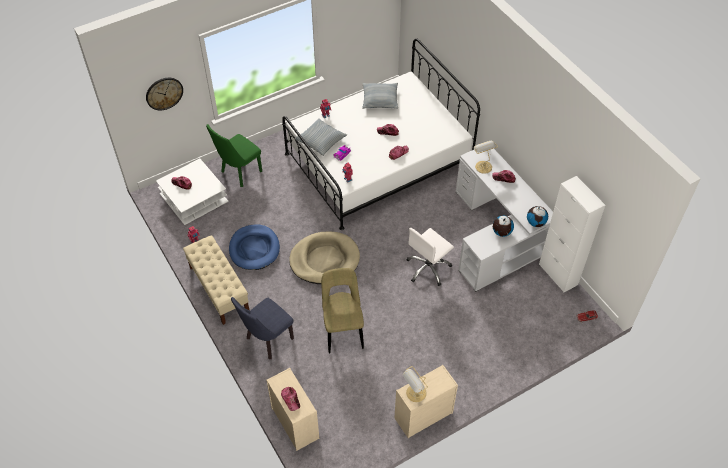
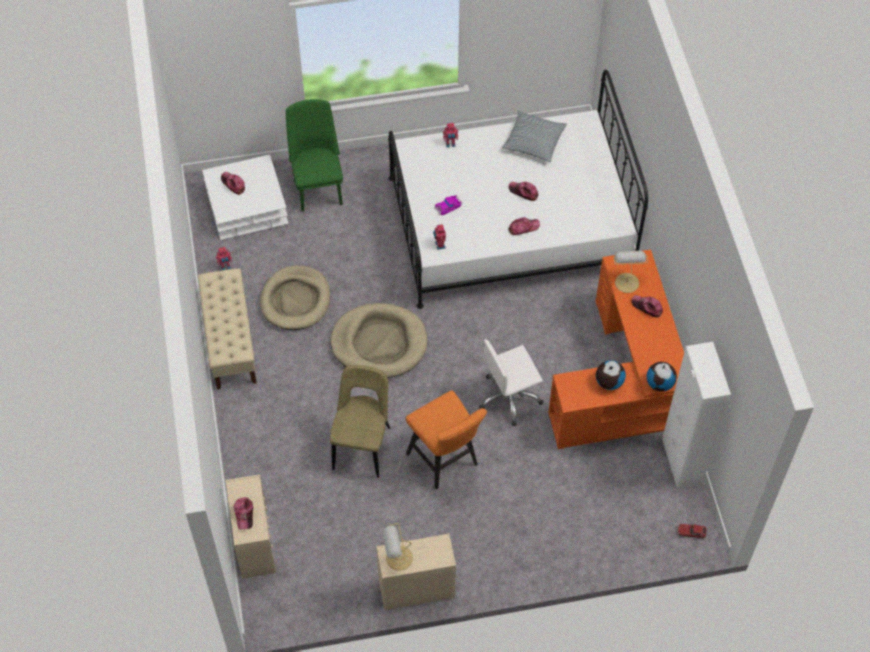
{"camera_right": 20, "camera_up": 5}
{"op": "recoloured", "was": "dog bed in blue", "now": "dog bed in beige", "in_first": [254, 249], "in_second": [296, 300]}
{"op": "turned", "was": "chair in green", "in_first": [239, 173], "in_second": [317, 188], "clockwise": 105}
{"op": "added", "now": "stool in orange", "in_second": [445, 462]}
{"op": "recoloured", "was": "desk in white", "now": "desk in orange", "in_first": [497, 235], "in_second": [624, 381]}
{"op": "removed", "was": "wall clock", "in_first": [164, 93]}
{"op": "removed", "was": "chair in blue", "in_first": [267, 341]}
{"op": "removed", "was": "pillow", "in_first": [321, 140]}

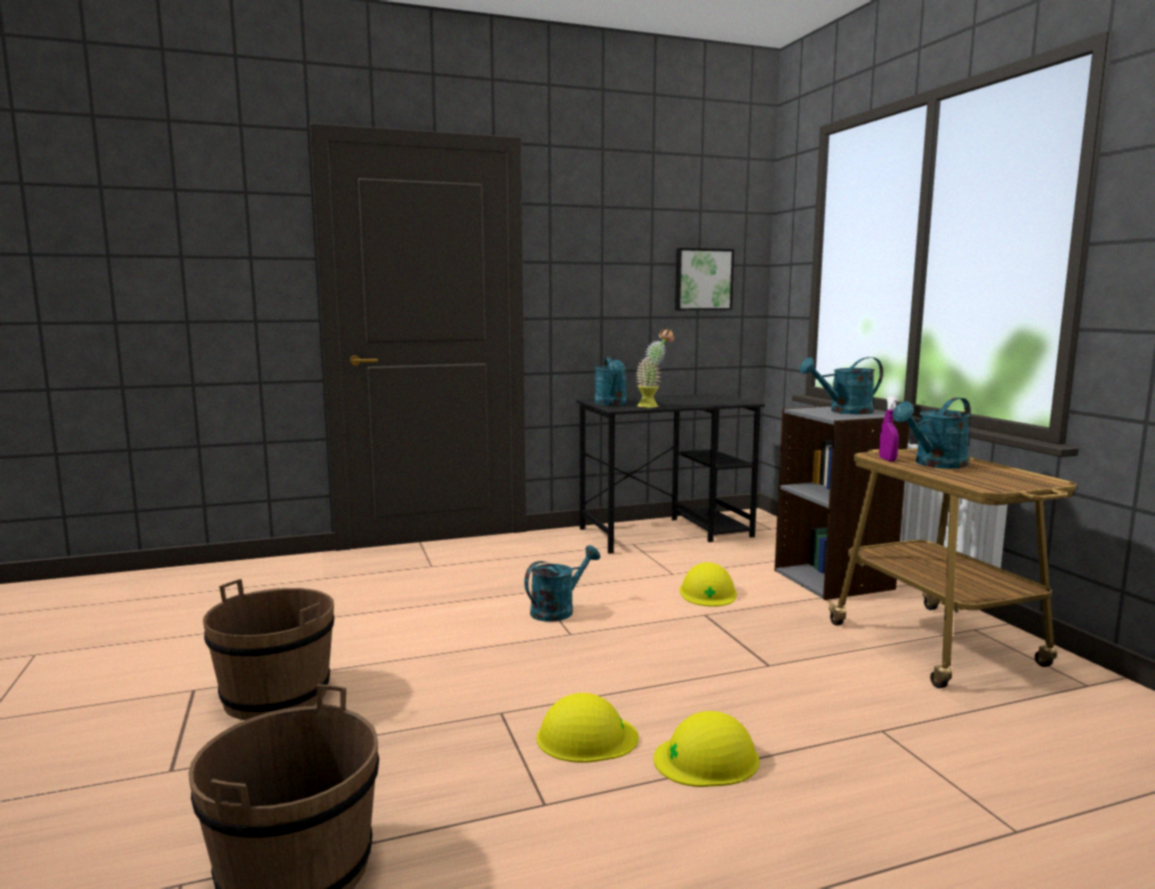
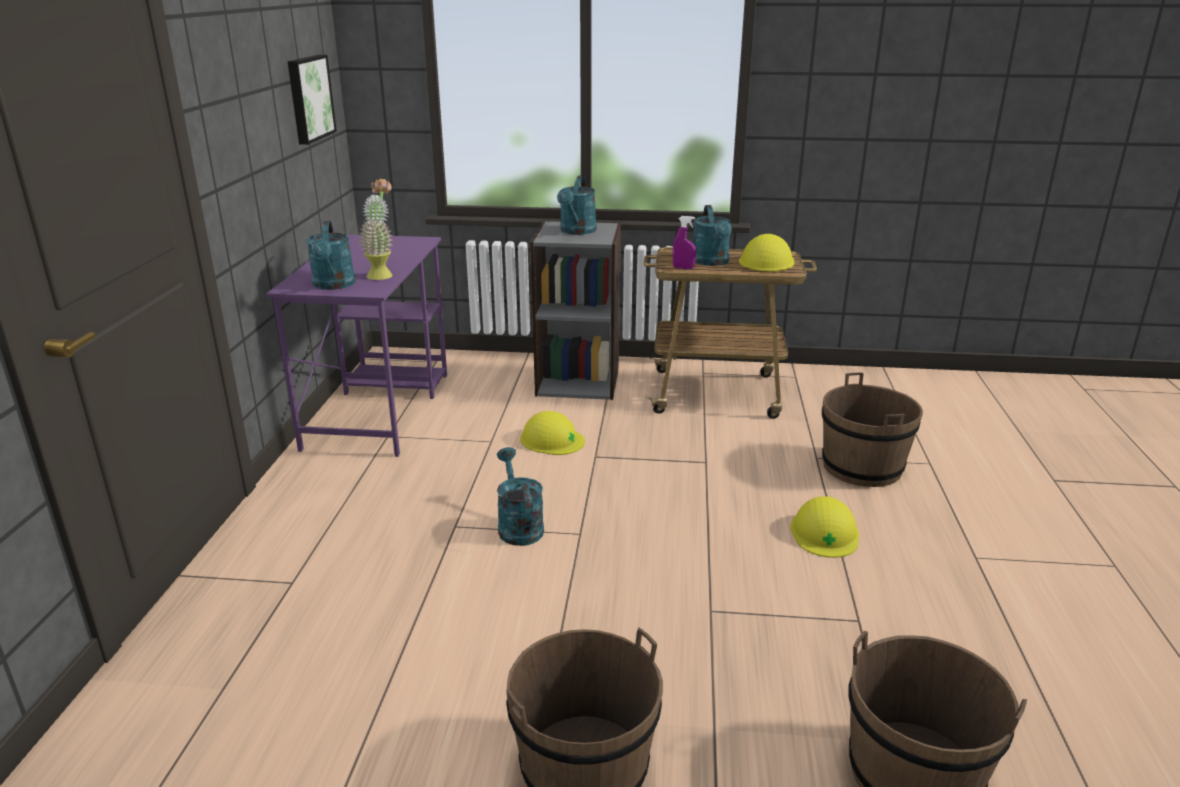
{"camera_right": -65, "camera_up": 15}
{"op": "recoloured", "was": "desk in black", "now": "desk in purple", "in_first": [667, 532], "in_second": [379, 409]}
{"op": "turned", "was": "watering can in turquoise", "in_first": [611, 403], "in_second": [333, 285], "clockwise": 60}
{"op": "moved", "was": "hard hat in yellow", "in_first": [586, 737], "in_second": [766, 261]}
{"op": "added", "now": "bucket in brown", "in_second": [862, 467]}

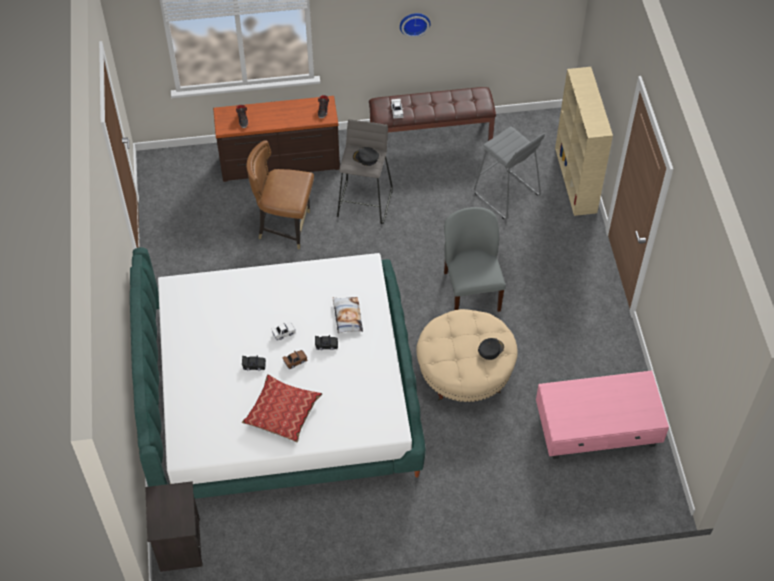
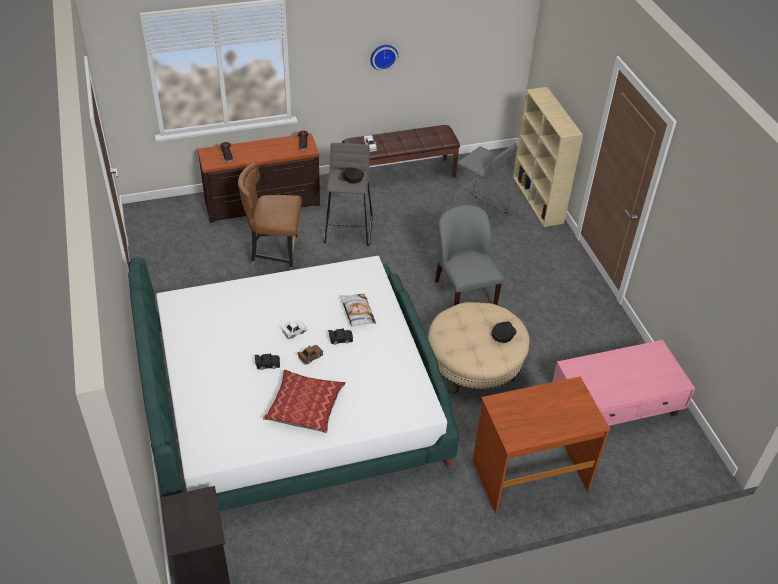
{"camera_right": -10, "camera_up": -10}
{"op": "added", "now": "desk in brown", "in_second": [530, 474]}

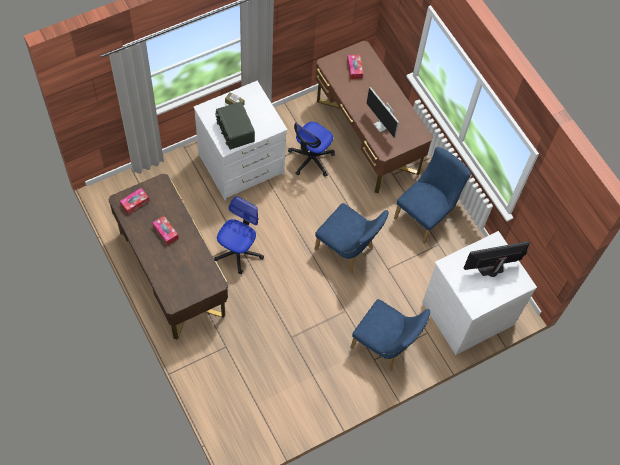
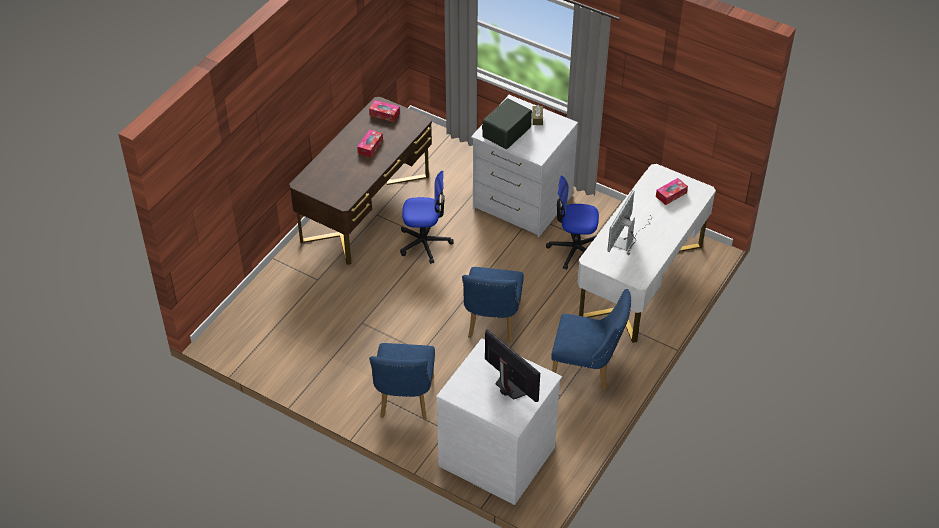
{"camera_right": 65, "camera_up": -15}
{"op": "recoloured", "was": "desk in brown", "now": "desk in white", "in_first": [367, 136], "in_second": [641, 280]}

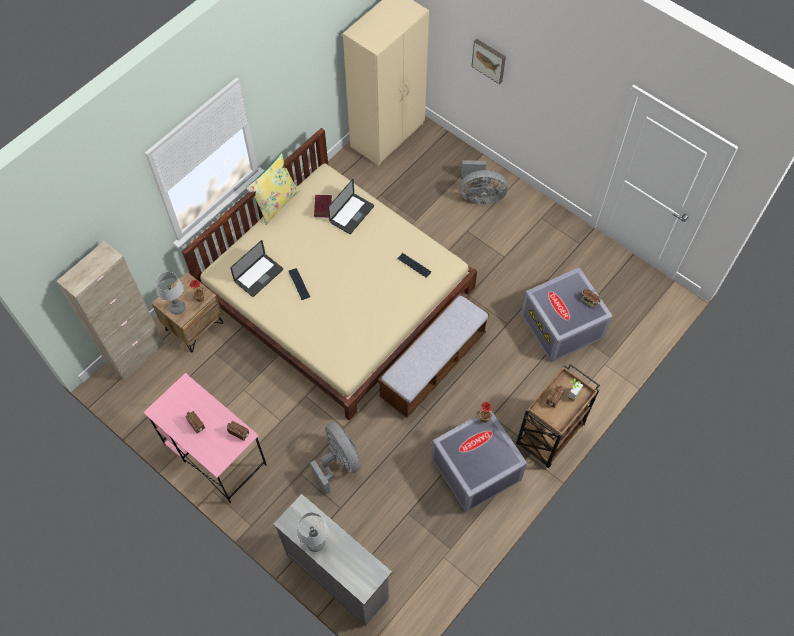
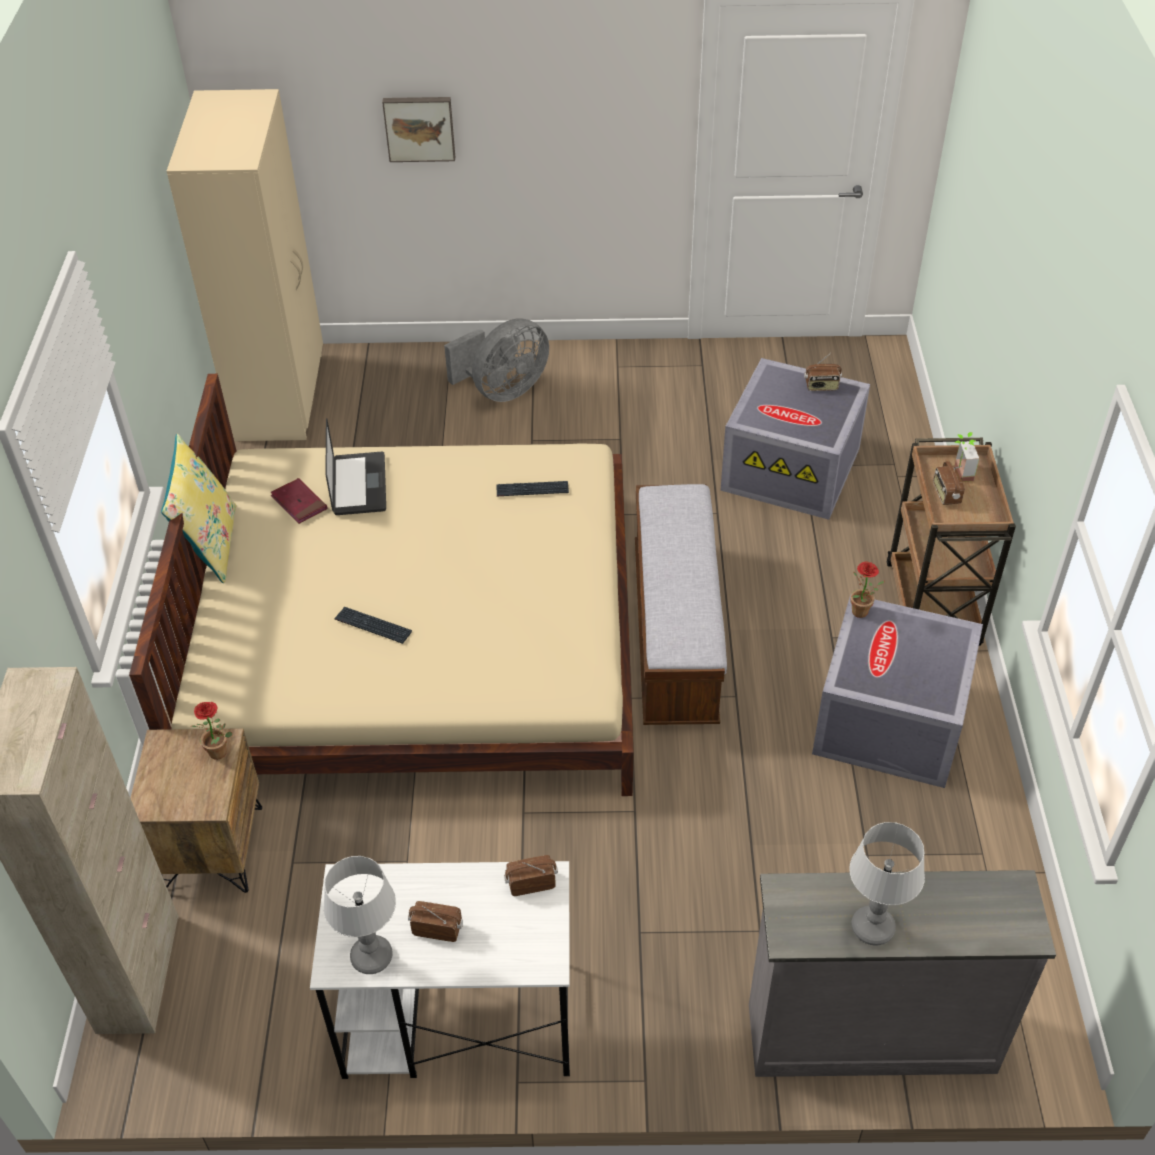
{"camera_right": -40, "camera_up": -15}
{"op": "recoloured", "was": "desk in pink", "now": "desk in white", "in_first": [214, 453], "in_second": [456, 1020]}
{"op": "moved", "was": "table lamp", "in_first": [178, 307], "in_second": [371, 956]}
{"op": "removed", "was": "laptop", "in_first": [259, 276]}
{"op": "removed", "was": "fan in grey", "in_first": [339, 462]}

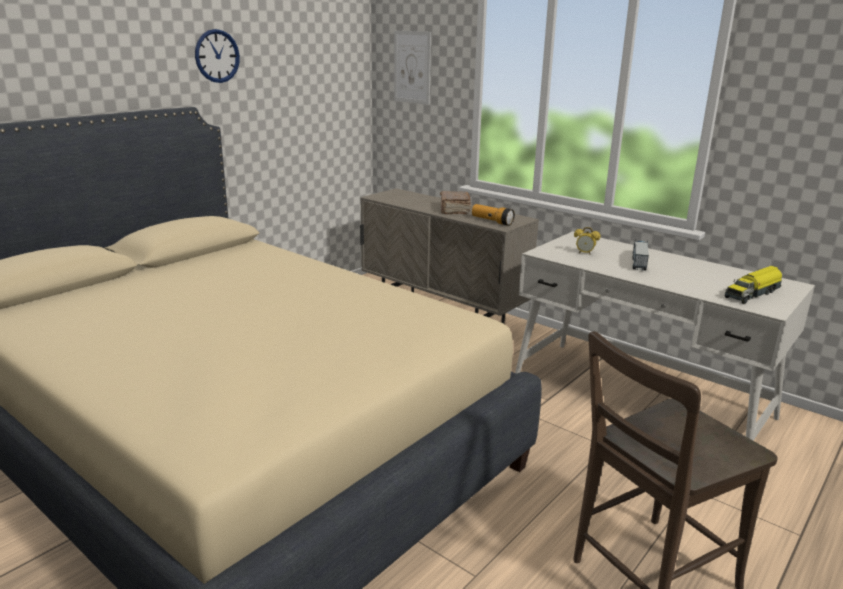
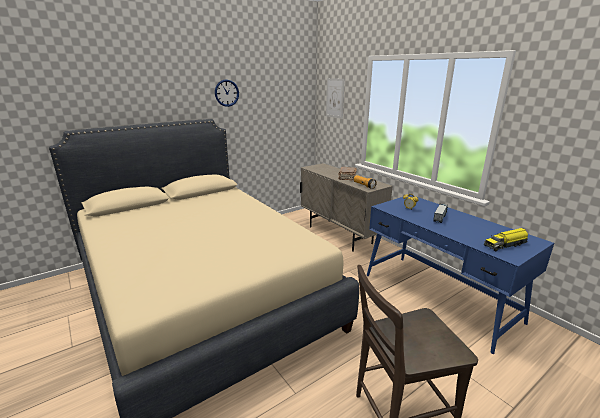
{"camera_right": 15, "camera_up": 0}
{"op": "recoloured", "was": "desk in white", "now": "desk in blue", "in_first": [640, 397], "in_second": [438, 297]}

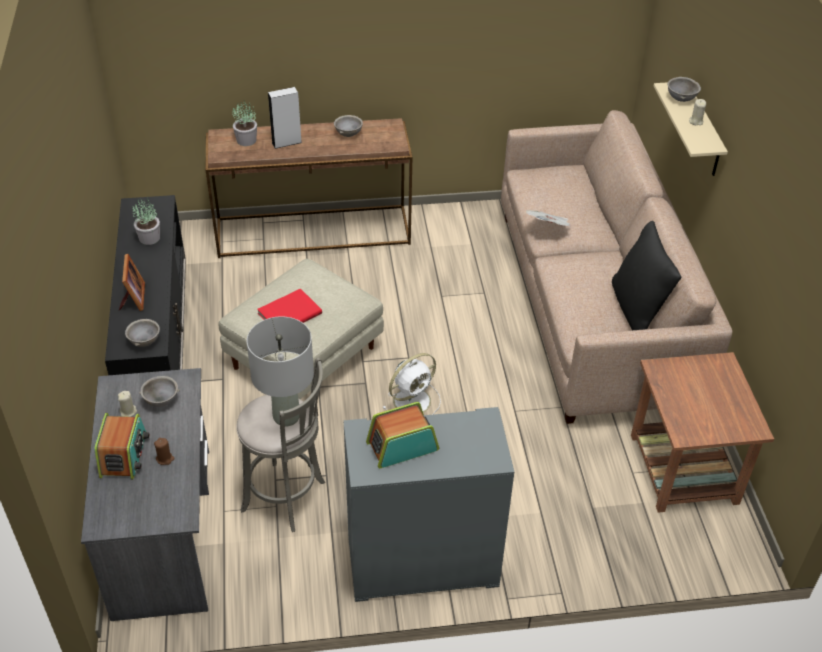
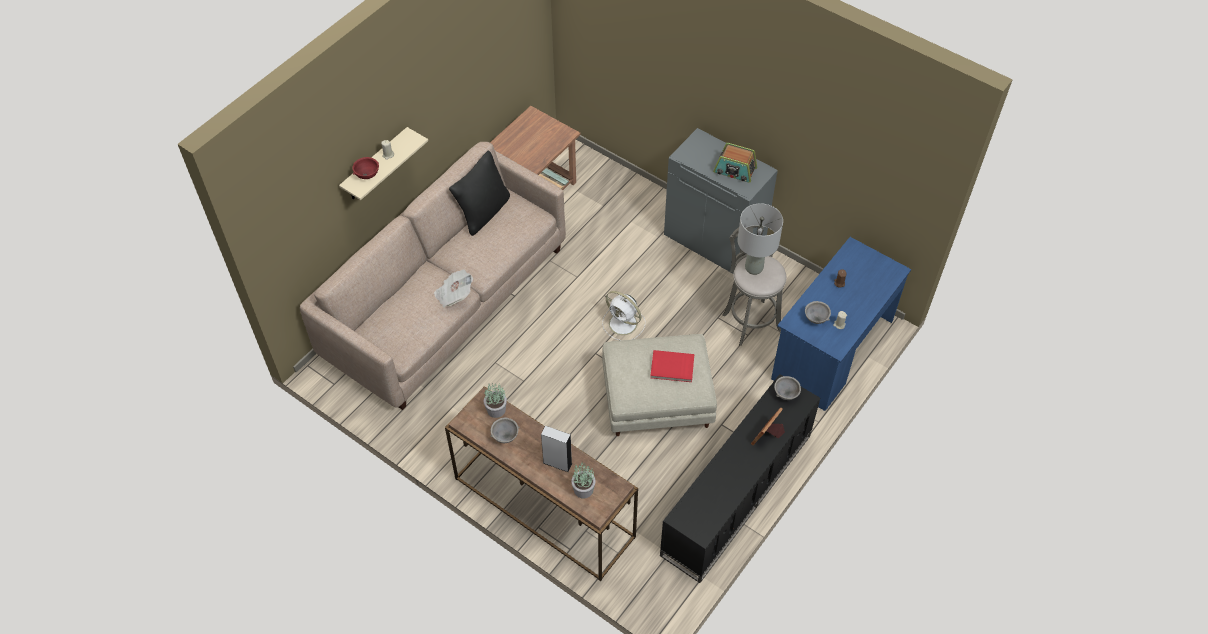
{"camera_right": -135, "camera_up": 10}
{"op": "recoloured", "was": "bowl in grey", "now": "bowl in red", "in_first": [681, 99], "in_second": [367, 175]}
{"op": "moved", "was": "potted plant", "in_first": [149, 237], "in_second": [496, 410]}
{"op": "turned", "was": "fan in white", "in_first": [413, 400], "in_second": [624, 324], "clockwise": -150}
{"op": "recoloured", "was": "desk in grey", "now": "desk in blue", "in_first": [163, 531], "in_second": [832, 350]}
{"op": "removed", "was": "radio", "in_first": [124, 455]}

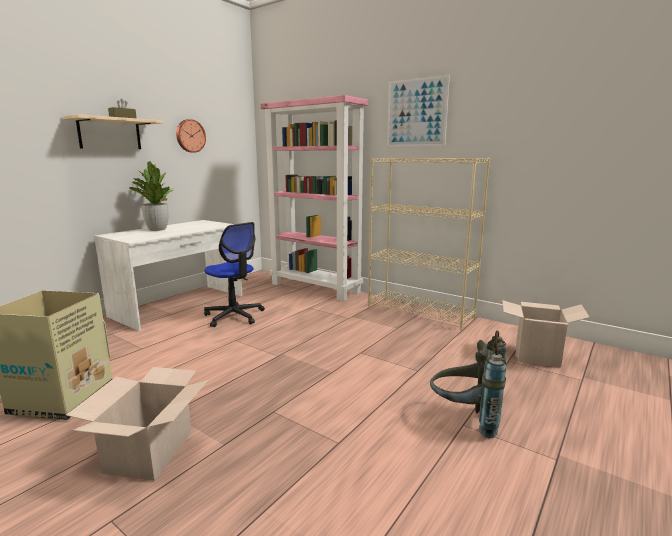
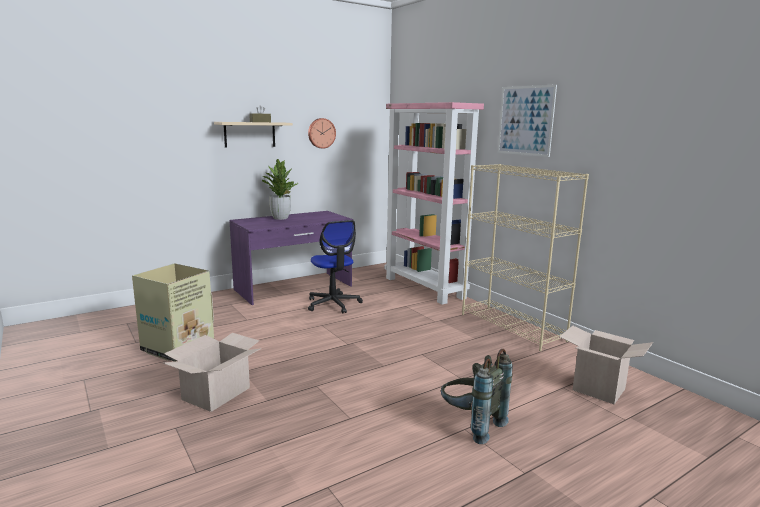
{"camera_right": 20, "camera_up": 0}
{"op": "recoloured", "was": "desk in white", "now": "desk in purple", "in_first": [179, 305], "in_second": [294, 288]}

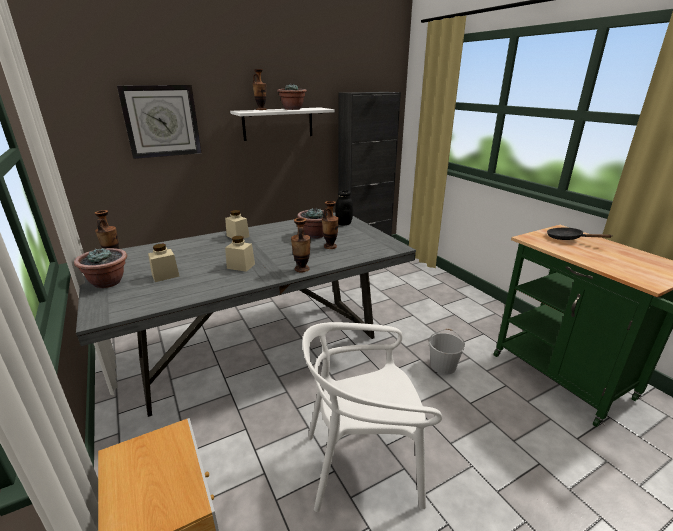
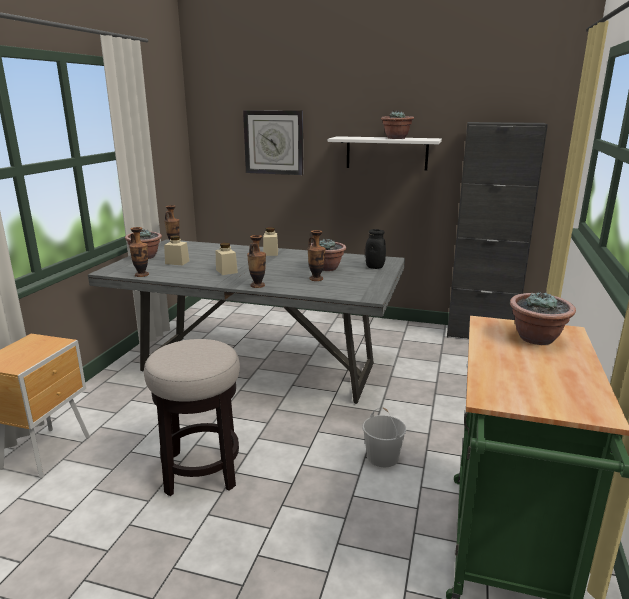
{"camera_right": 45, "camera_up": -5}
{"op": "moved", "was": "vase", "in_first": [261, 109], "in_second": [142, 275]}
{"op": "replaced", "was": "chair in white", "now": "stool", "in_first": [363, 464], "in_second": [202, 471]}
{"op": "replaced", "was": "frying pan in black", "now": "potted plant", "in_first": [567, 239], "in_second": [537, 338]}

